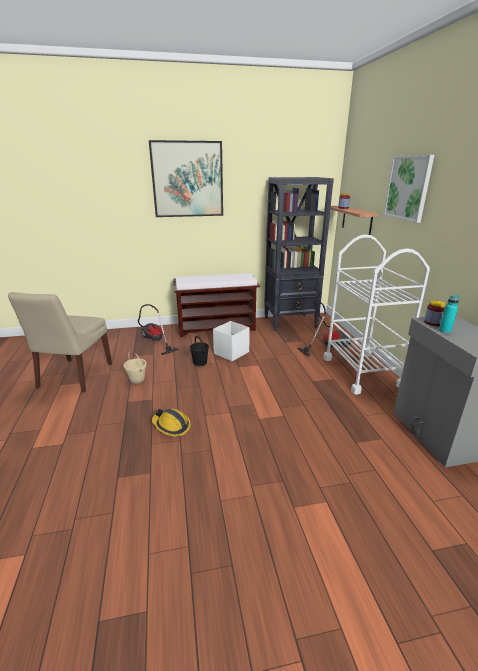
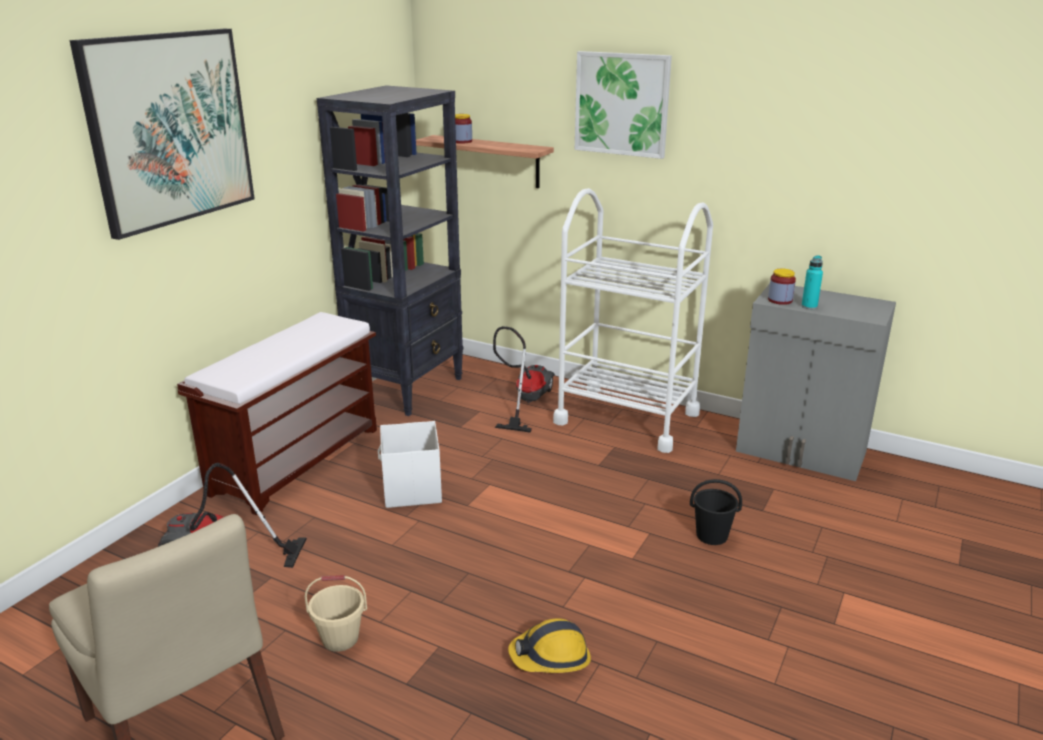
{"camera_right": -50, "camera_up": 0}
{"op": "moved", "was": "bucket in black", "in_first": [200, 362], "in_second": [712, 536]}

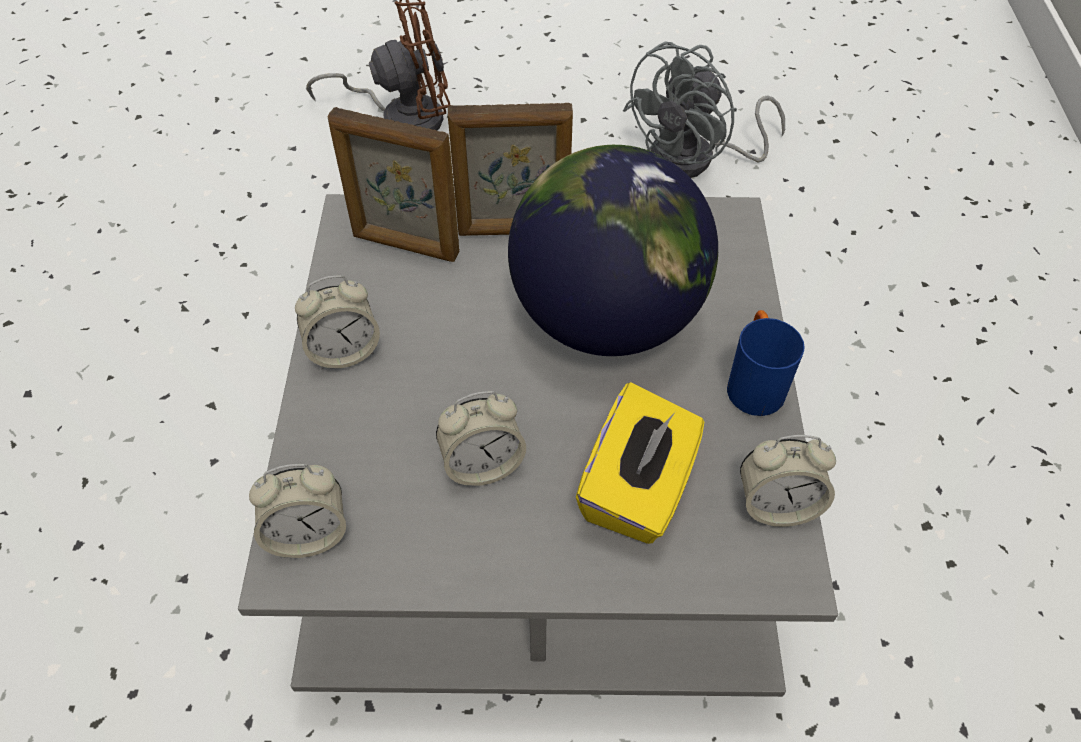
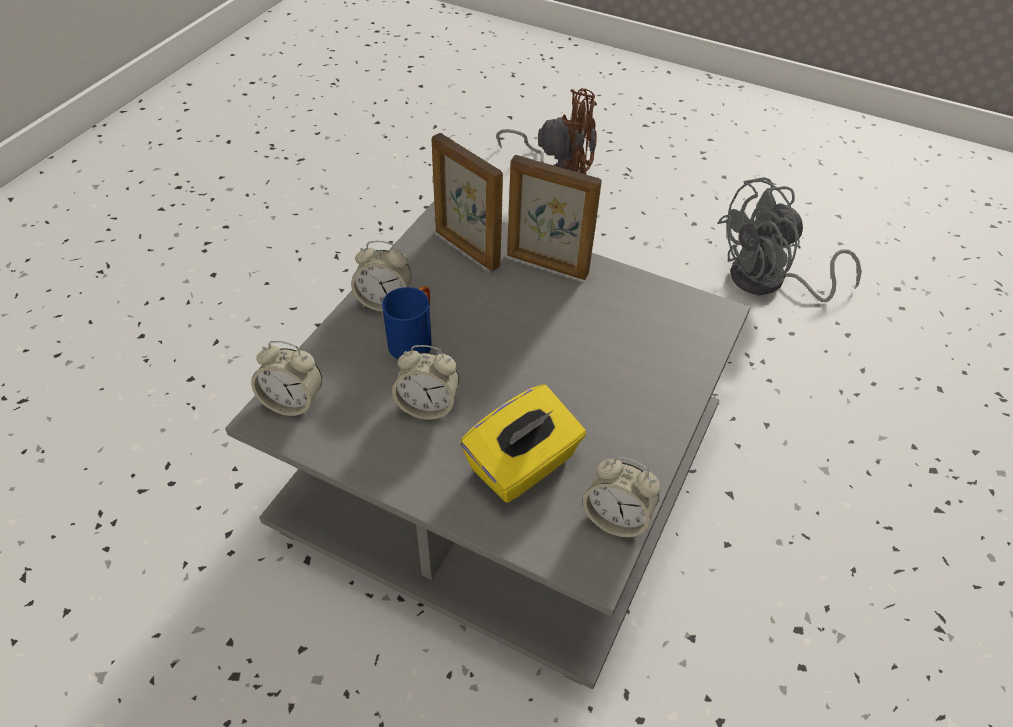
{"camera_right": 25, "camera_up": -5}
{"op": "moved", "was": "mug in blue", "in_first": [753, 382], "in_second": [414, 340]}
{"op": "removed", "was": "globe", "in_first": [606, 317]}

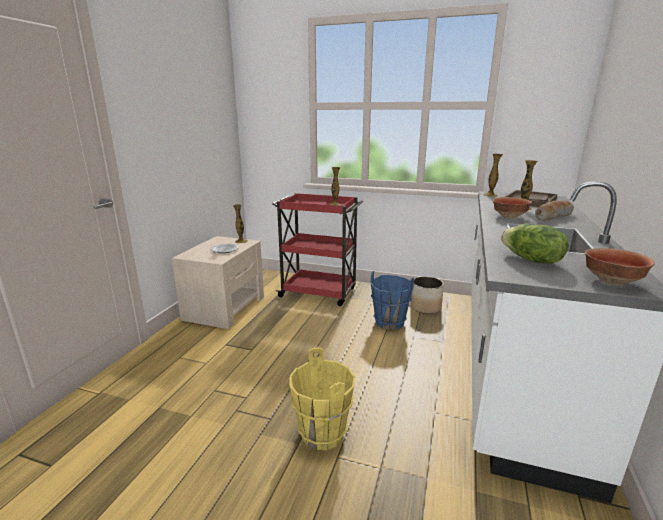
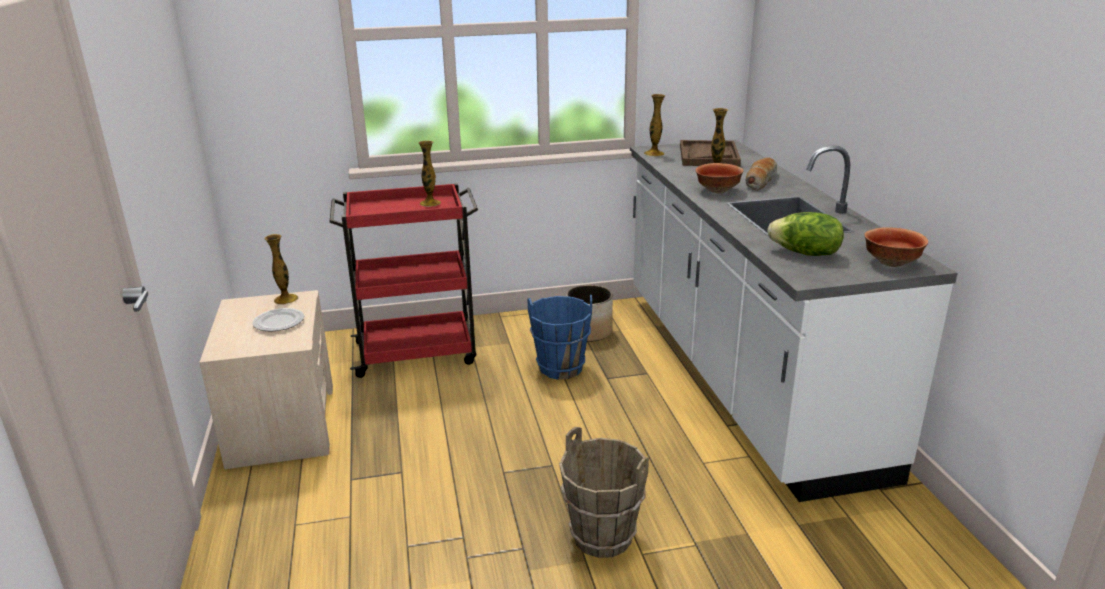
{"camera_right": -30, "camera_up": 5}
{"op": "recoloured", "was": "bucket in yellow", "now": "bucket in brown", "in_first": [322, 433], "in_second": [602, 537]}

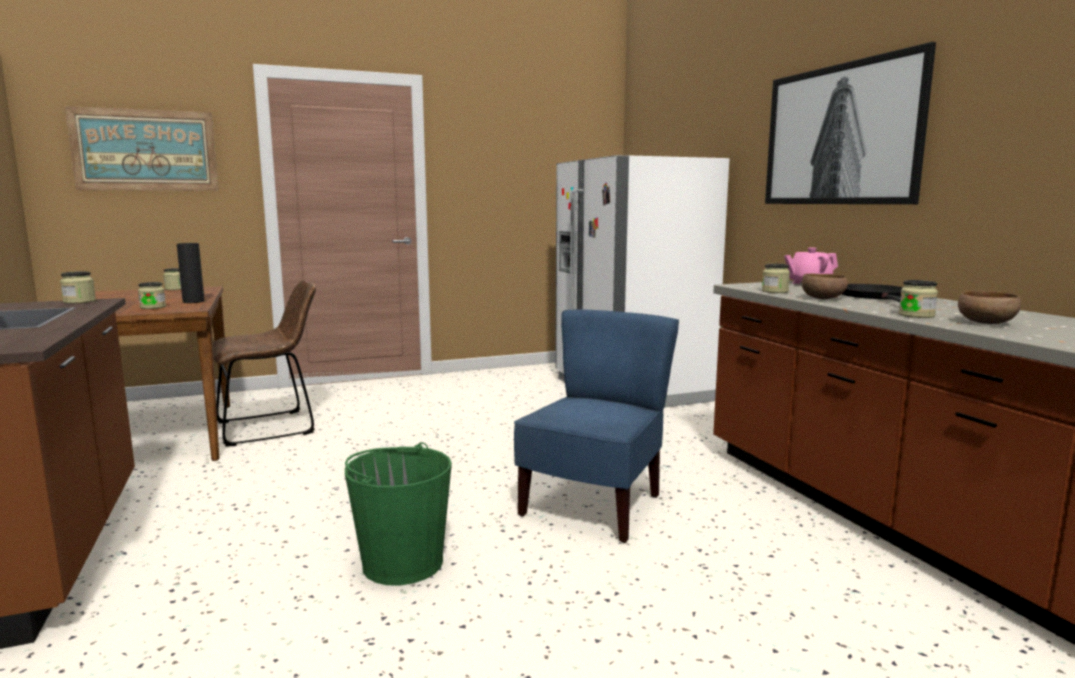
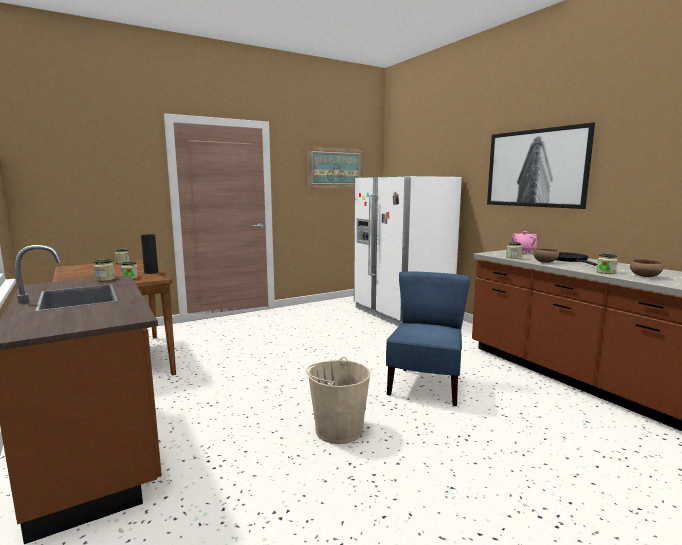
{"camera_right": -10, "camera_up": 0}
{"op": "recoloured", "was": "bucket in green", "now": "bucket in beige", "in_first": [402, 563], "in_second": [338, 430]}
{"op": "moved", "was": "picture", "in_first": [145, 150], "in_second": [336, 168]}
{"op": "removed", "was": "chair in brown", "in_first": [271, 427]}

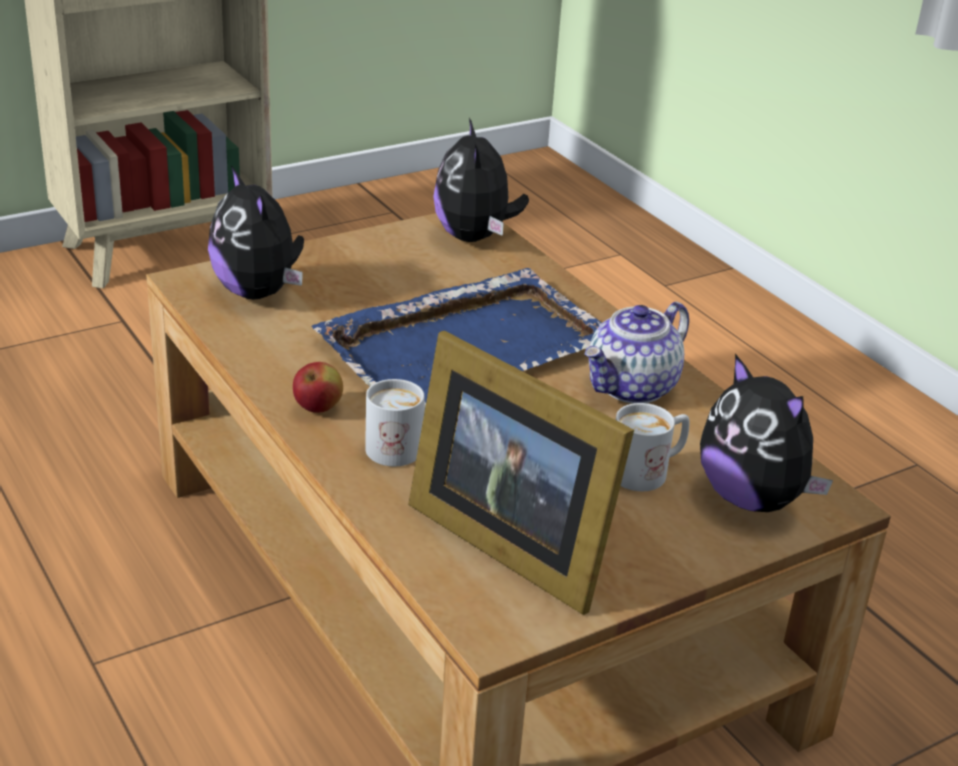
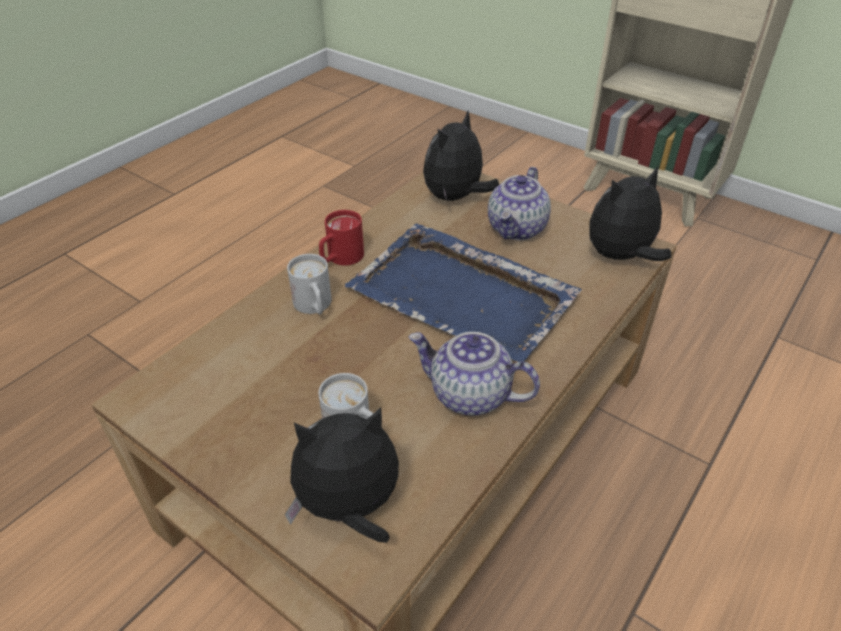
{"camera_right": 70, "camera_up": 10}
{"op": "turned", "was": "plush toy", "in_first": [752, 498], "in_second": [349, 508], "clockwise": 45}
{"op": "replaced", "was": "apple", "now": "mug in red", "in_first": [318, 408], "in_second": [340, 259]}
{"op": "added", "now": "teapot", "in_second": [517, 229]}
{"op": "removed", "was": "picture frame", "in_first": [509, 539]}

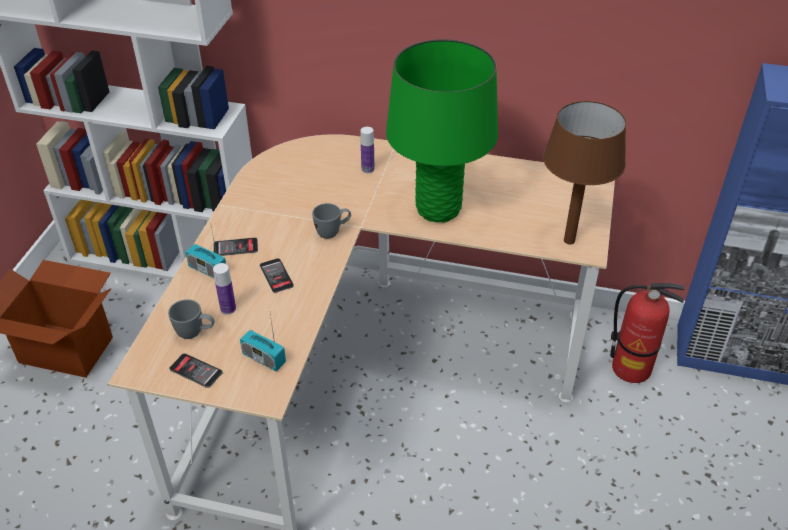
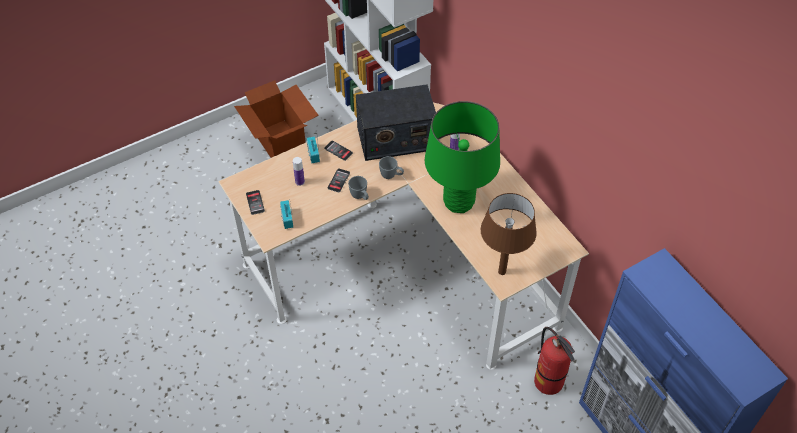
{"camera_right": 45, "camera_up": 10}
{"op": "moved", "was": "mug in grey", "in_first": [195, 333], "in_second": [360, 197]}
{"op": "added", "now": "radio", "in_second": [395, 138]}

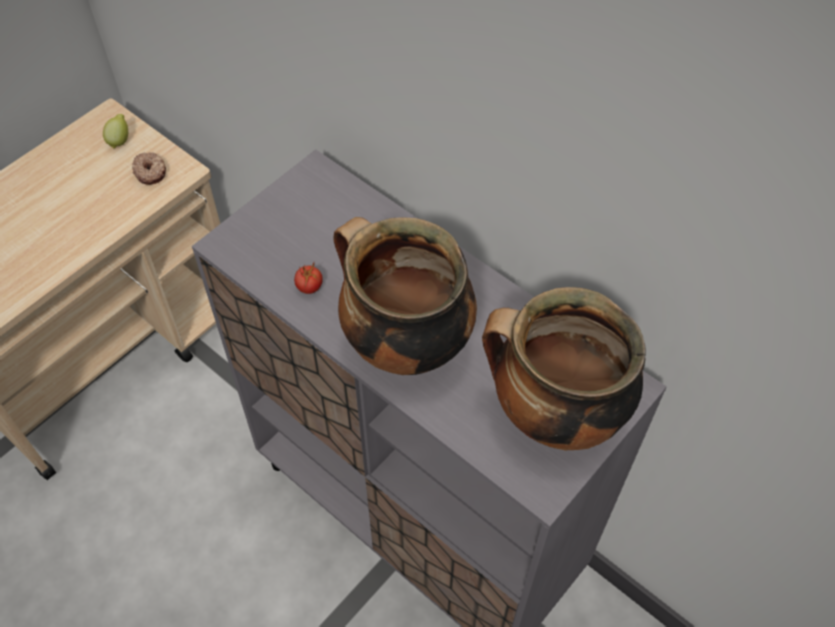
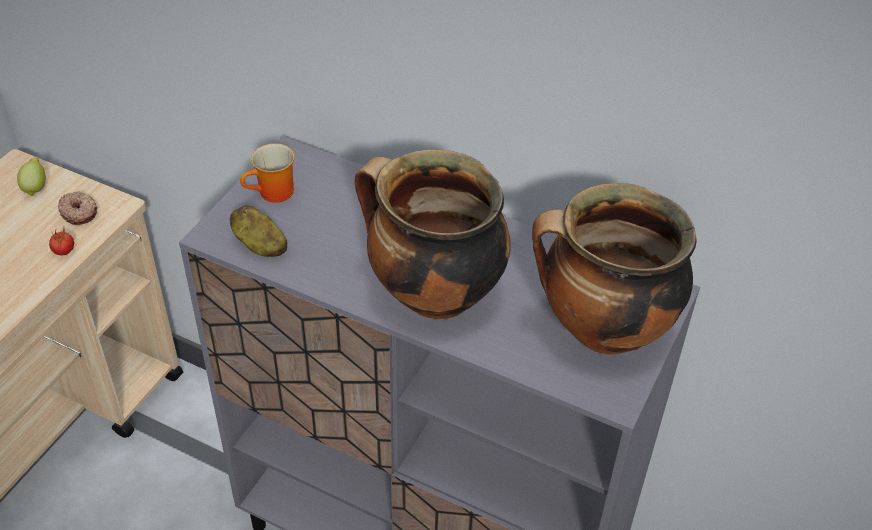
{"camera_right": -15, "camera_up": -10}
{"op": "moved", "was": "tomato", "in_first": [309, 287], "in_second": [64, 251]}
{"op": "added", "now": "potato", "in_second": [259, 245]}
{"op": "added", "now": "mug", "in_second": [274, 194]}

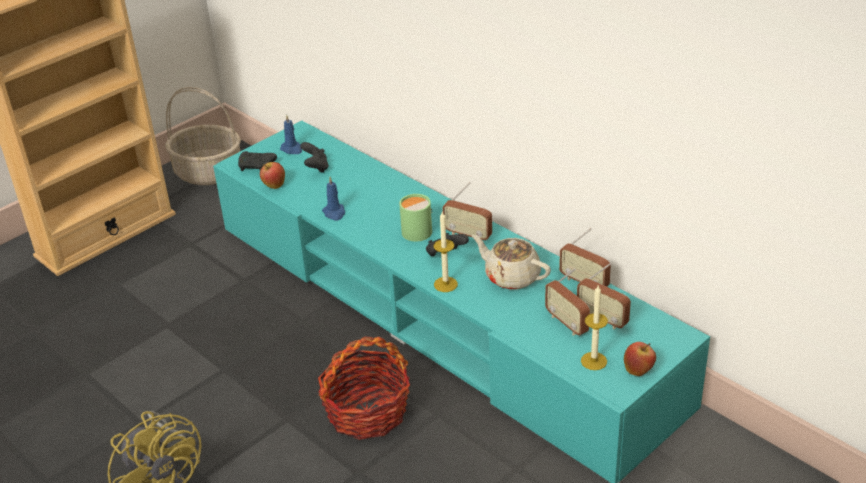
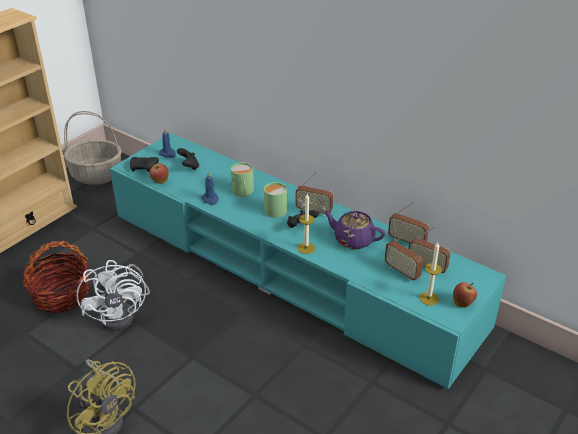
{"camera_right": -10, "camera_up": 0}
{"op": "moved", "was": "basket", "in_first": [367, 412], "in_second": [61, 295]}
{"op": "added", "now": "fan in white", "in_second": [122, 313]}
{"op": "added", "now": "mug in green", "in_second": [242, 191]}
{"op": "recoloured", "was": "teapot in beige", "now": "teapot in purple", "in_first": [511, 277], "in_second": [353, 240]}

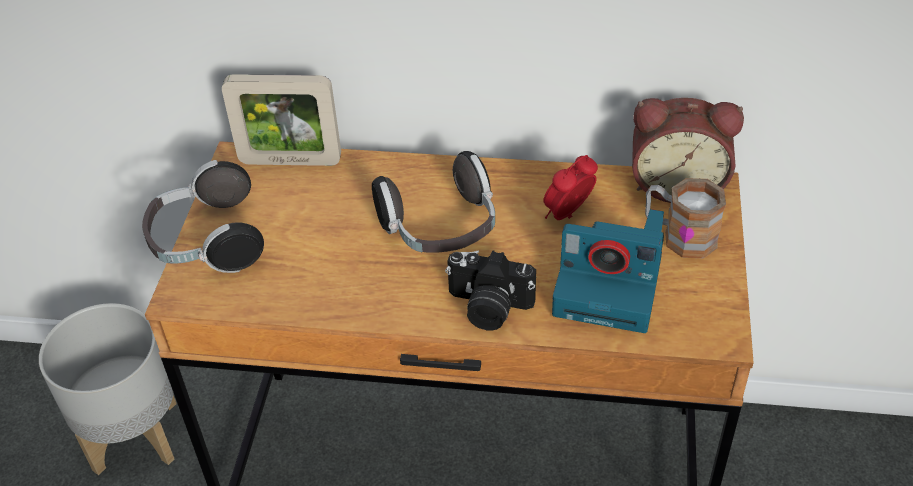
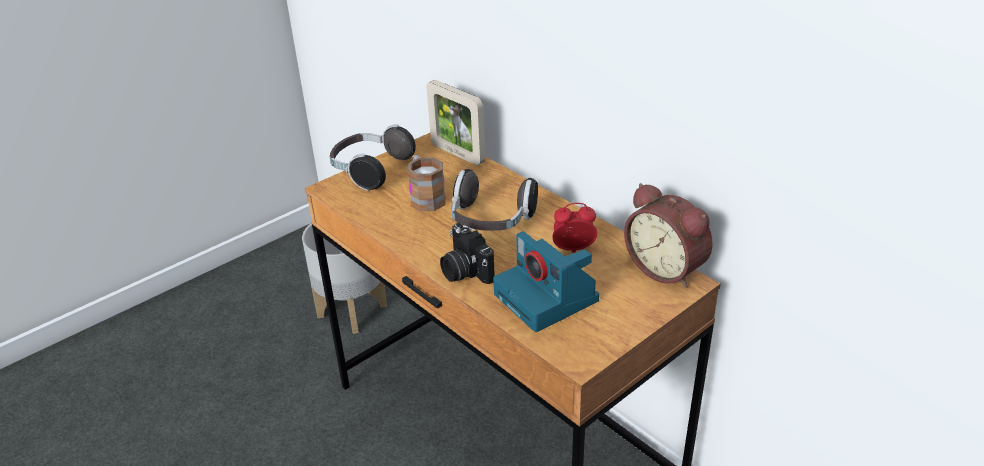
{"camera_right": 40, "camera_up": -10}
{"op": "moved", "was": "mug", "in_first": [679, 236], "in_second": [425, 197]}

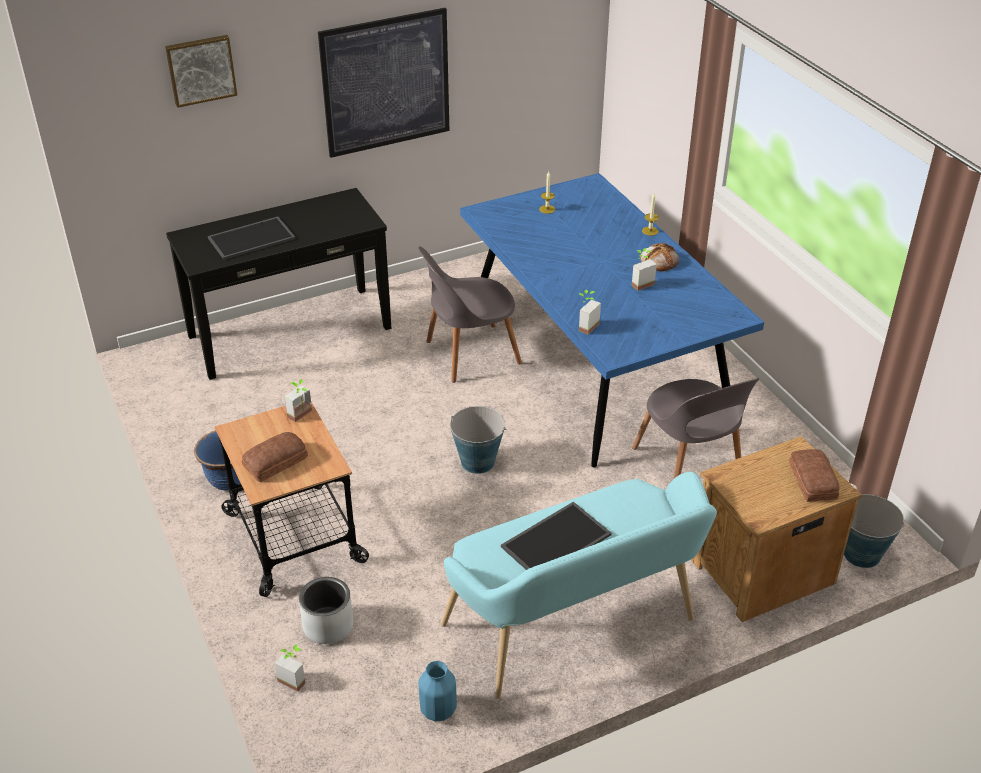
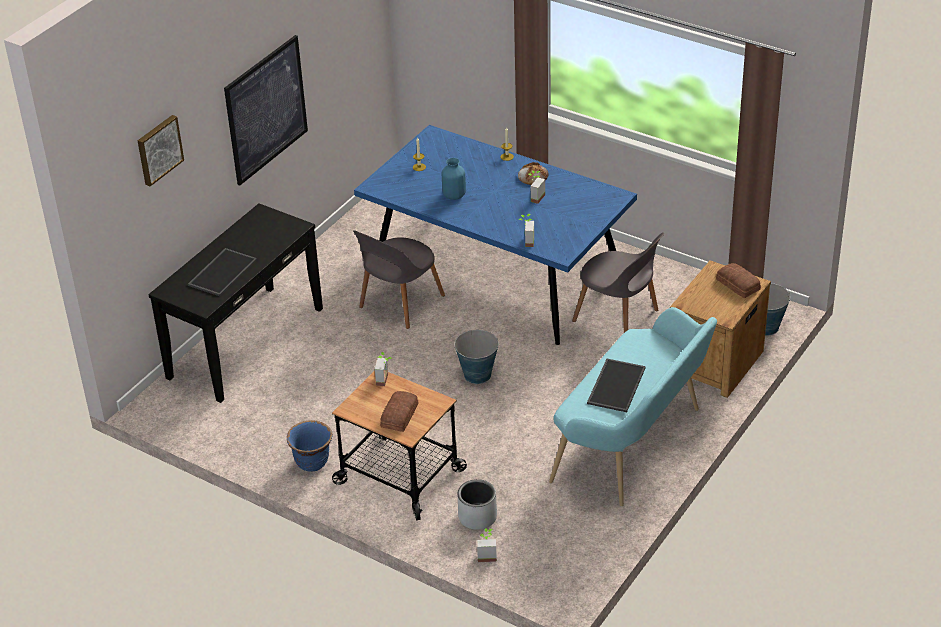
{"camera_right": -30, "camera_up": 0}
{"op": "moved", "was": "vase in blue", "in_first": [438, 710], "in_second": [454, 195]}

